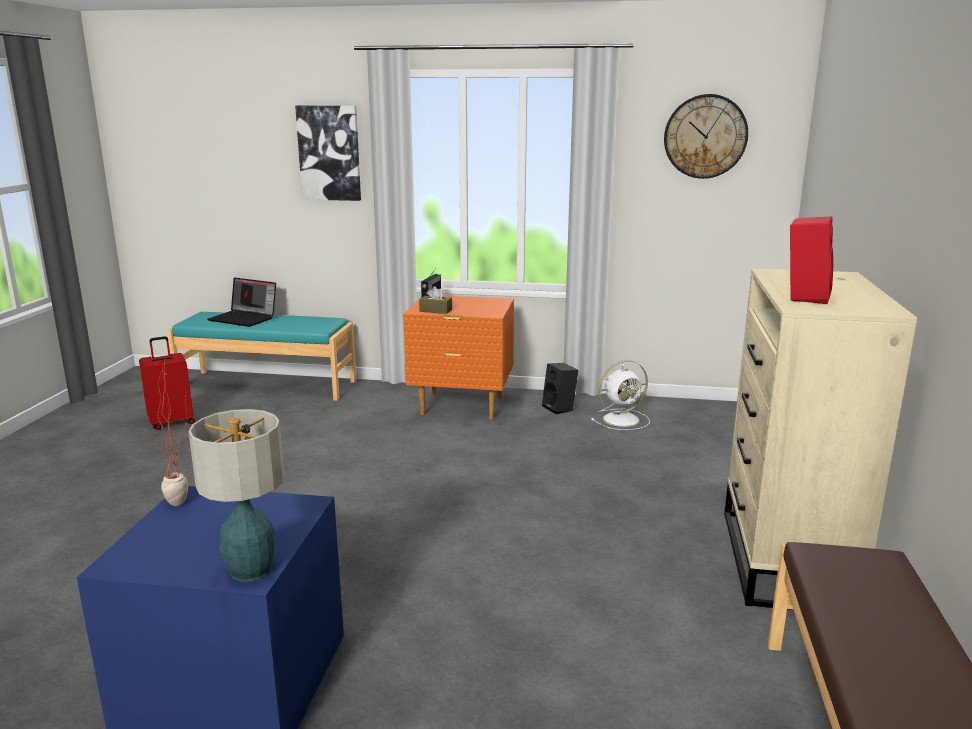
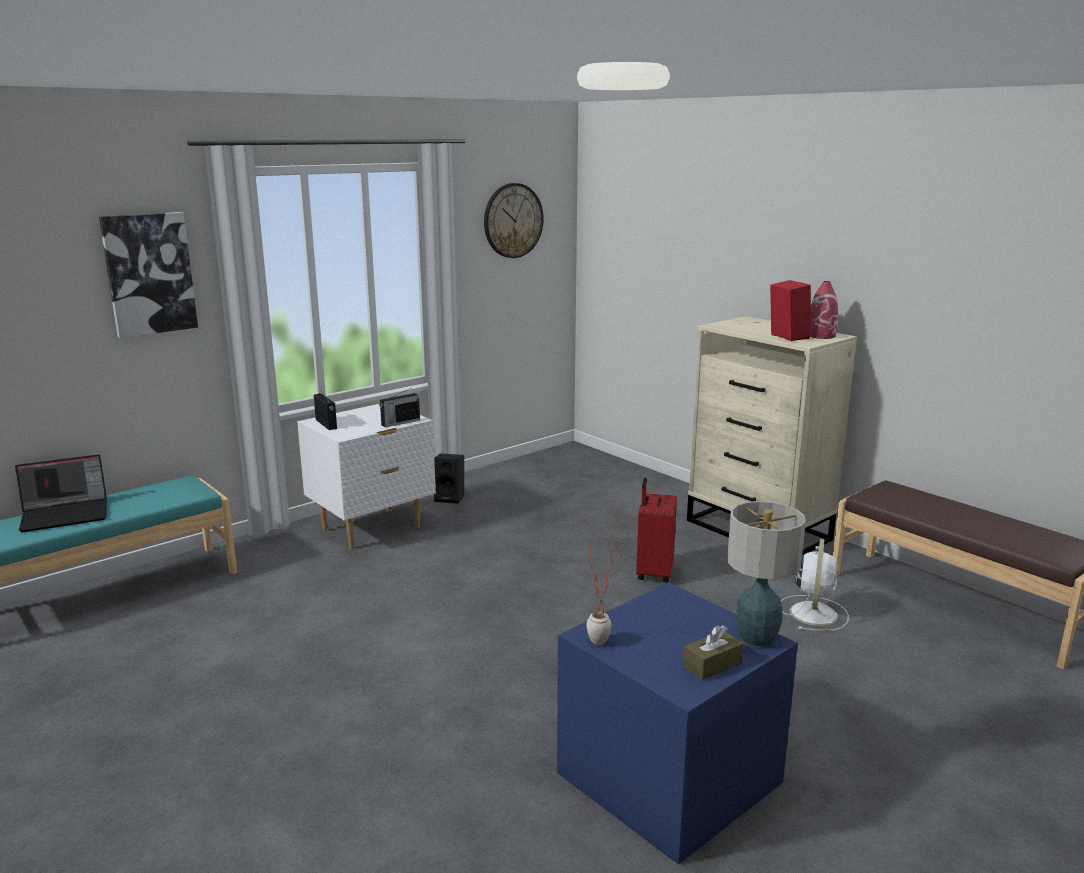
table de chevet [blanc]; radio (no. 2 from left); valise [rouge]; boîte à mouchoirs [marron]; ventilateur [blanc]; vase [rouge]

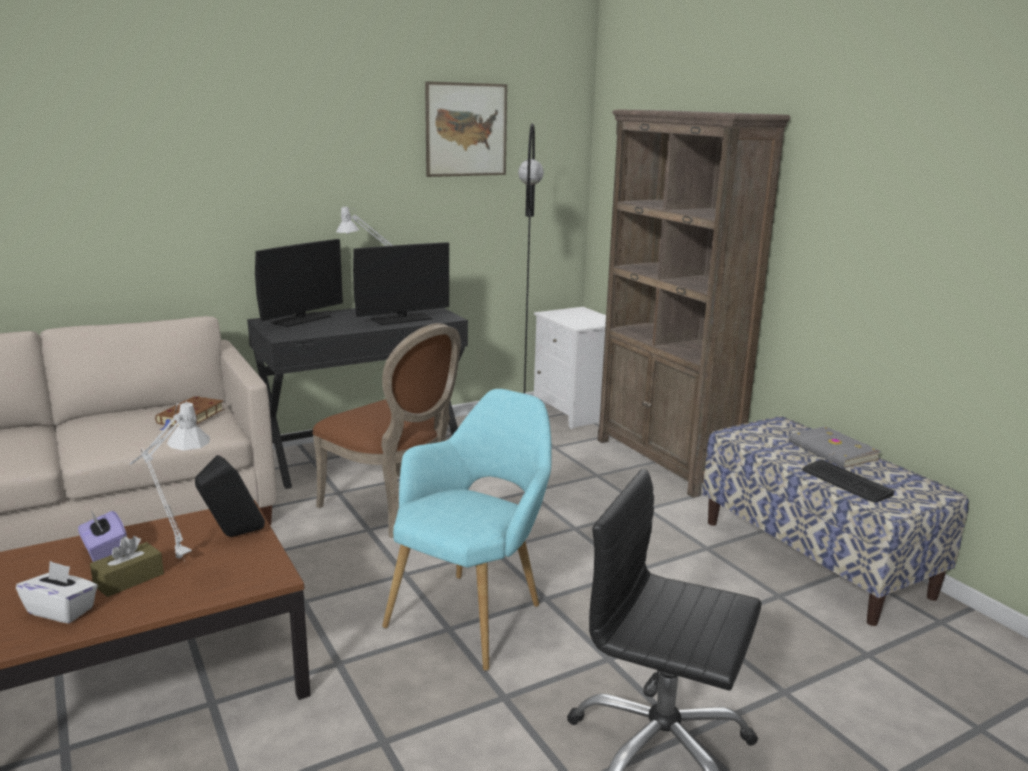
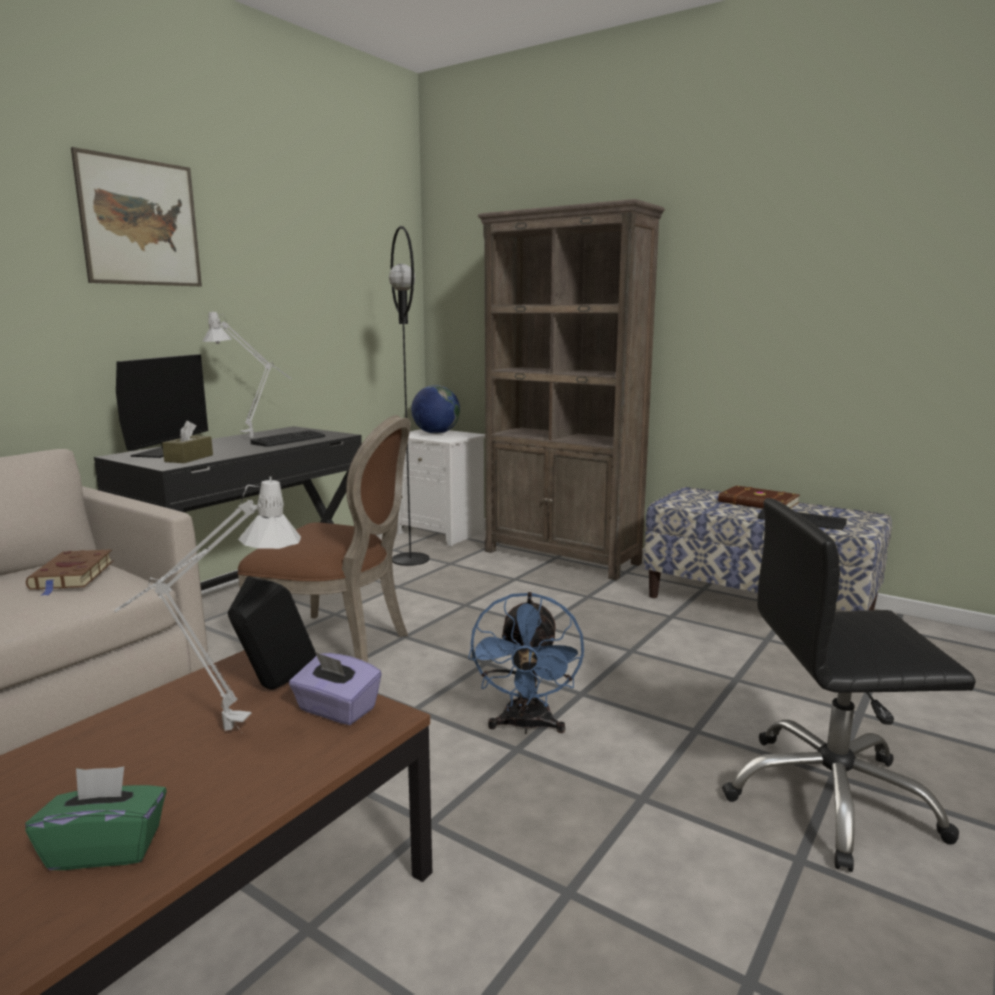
boîte à mouchoirs [vert]; tableau; boîte à mouchoirs [marron]; clavier (no. 1 from left); boîte à mouchoirs [violet]; globe; ventilateur [bleu]; livre [marron] (no. 2 from left)

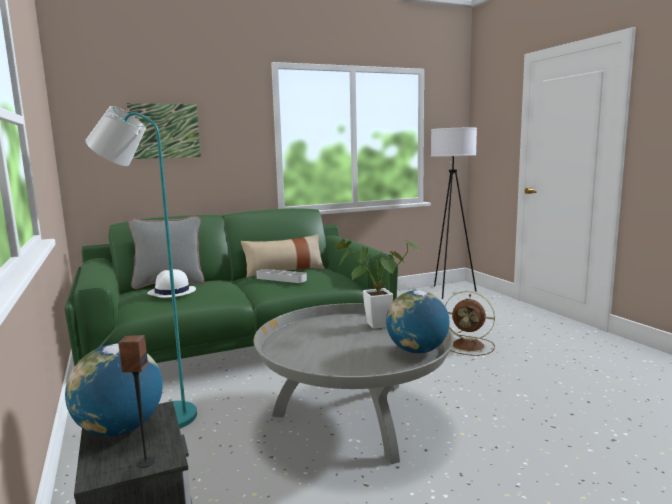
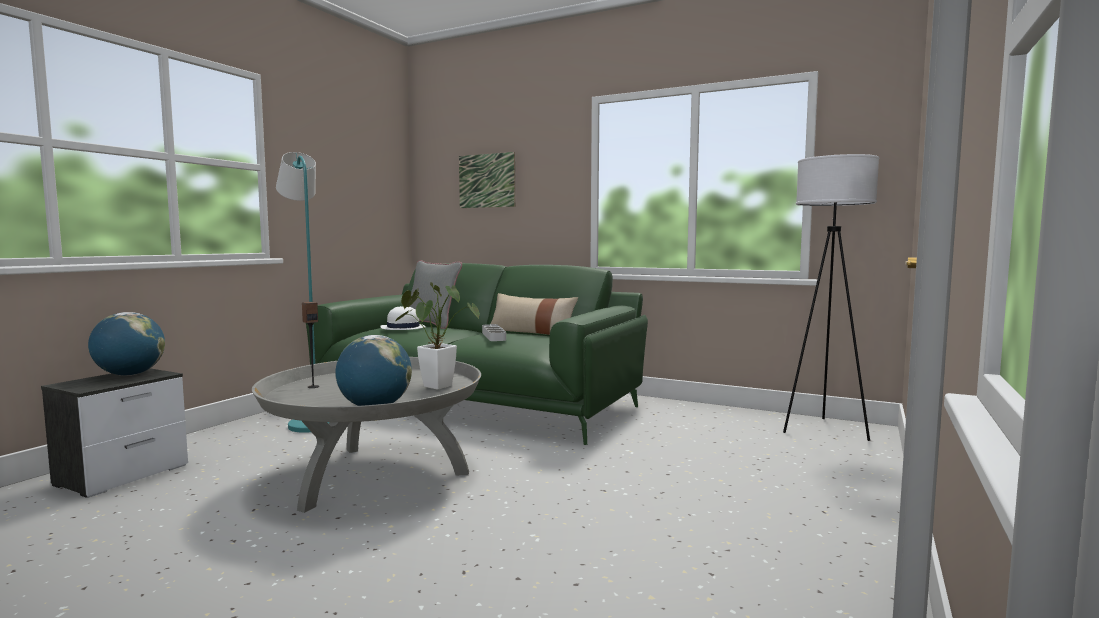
enceinte; ventilateur [marron]

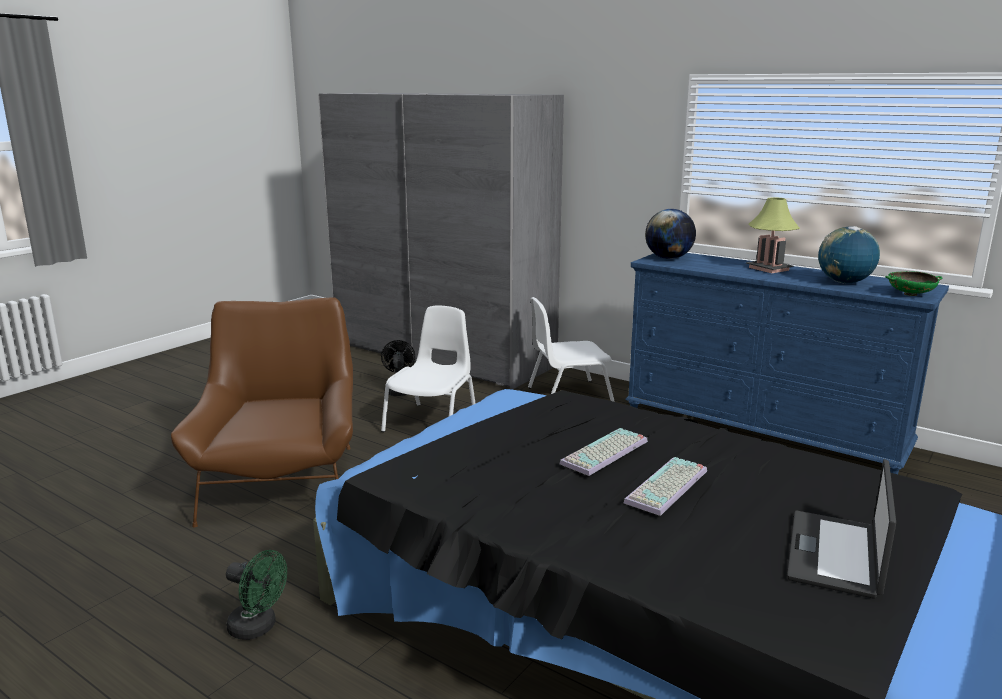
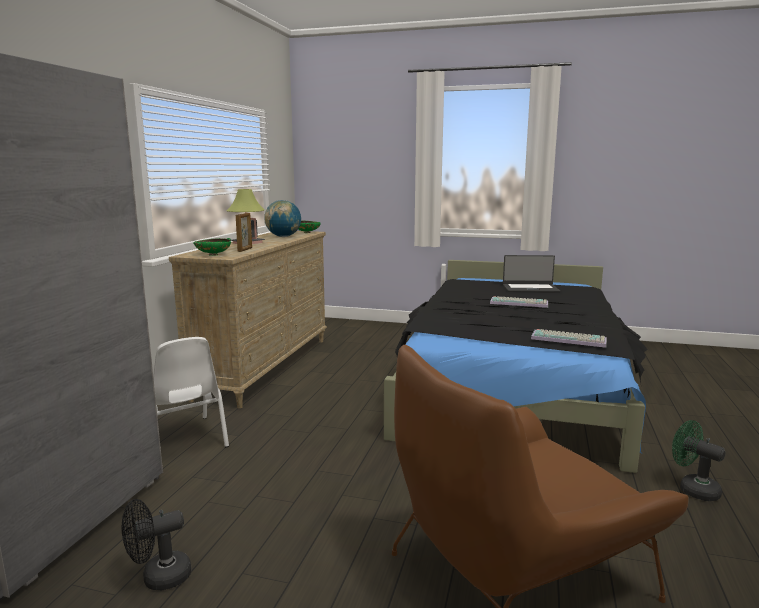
commode [beige]; bol [vert] (no. 1 from left); cadre photo; clavier (no. 2 from left); ventilateur [vert]; chaise [blanc] (no. 1 from left in the first image)

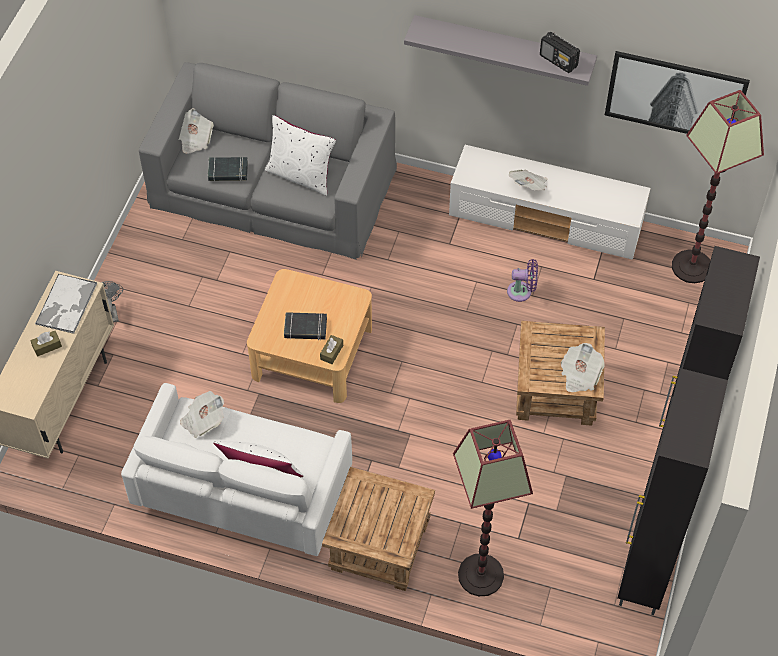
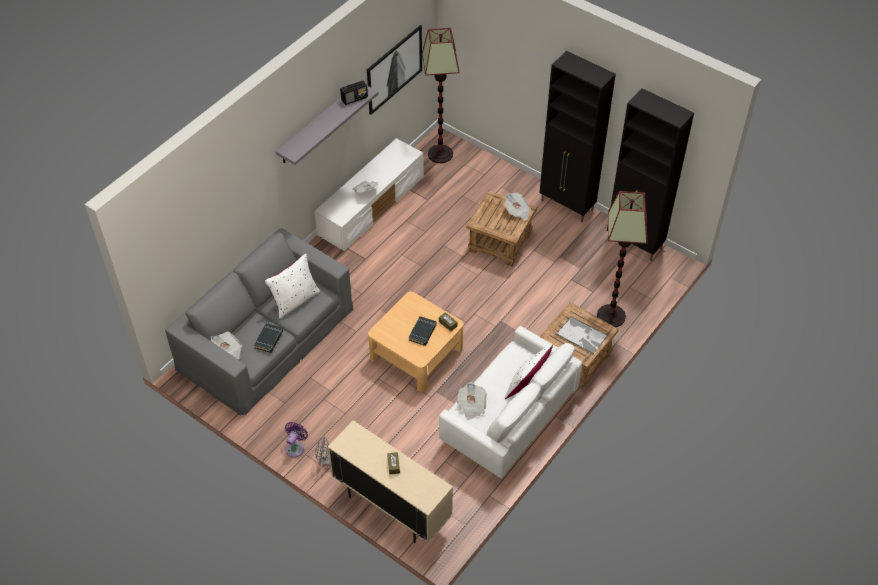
ventilateur [violet]; plateau

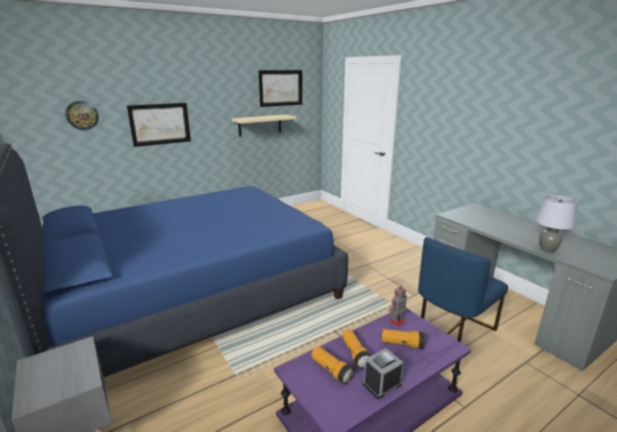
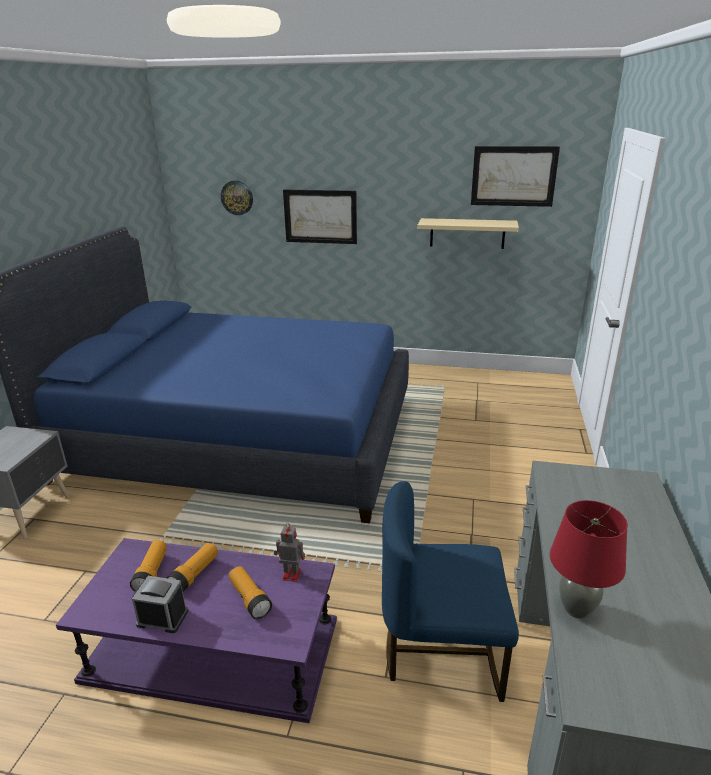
lampe de table [rouge]

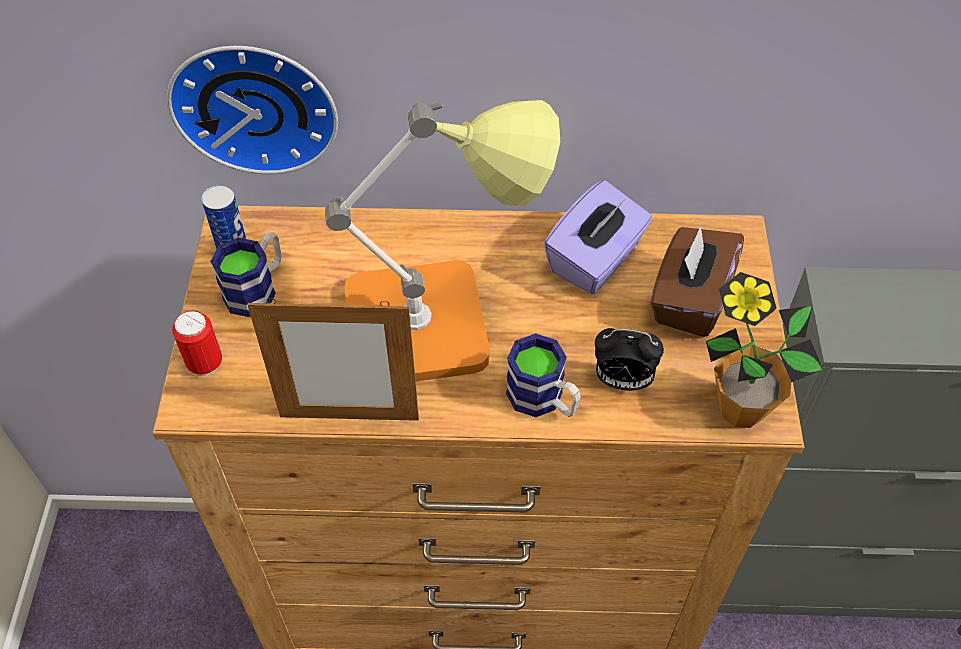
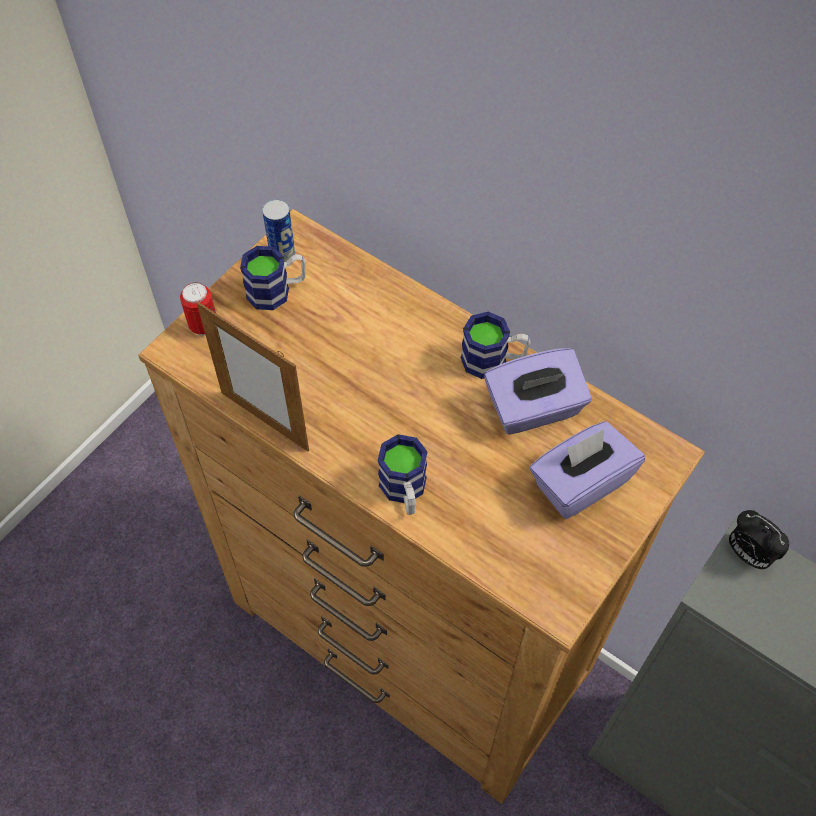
mug (no. 3 from left); boîte à mouchoirs [violet] (no. 2 from left); réveil; horloge murale; lampe de table; plante en pot

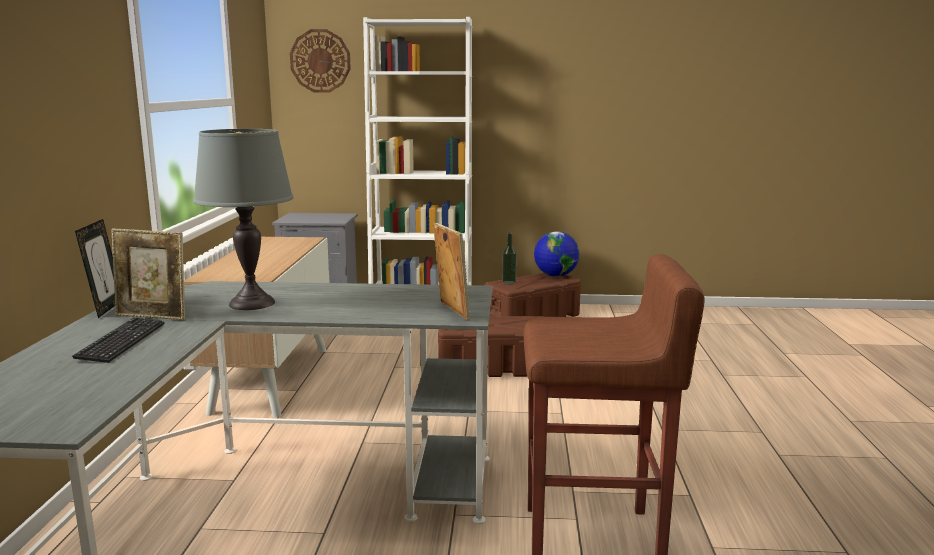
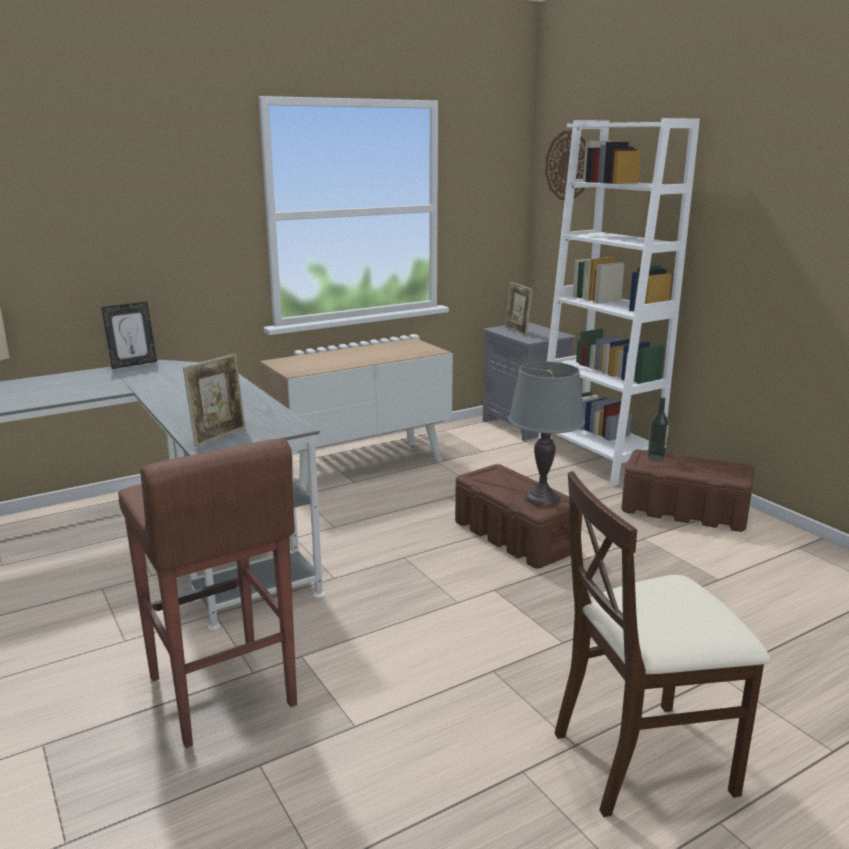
cadre photo (no. 3 from left); lampe de table [gris]; chaise [beige]; clavier; globe

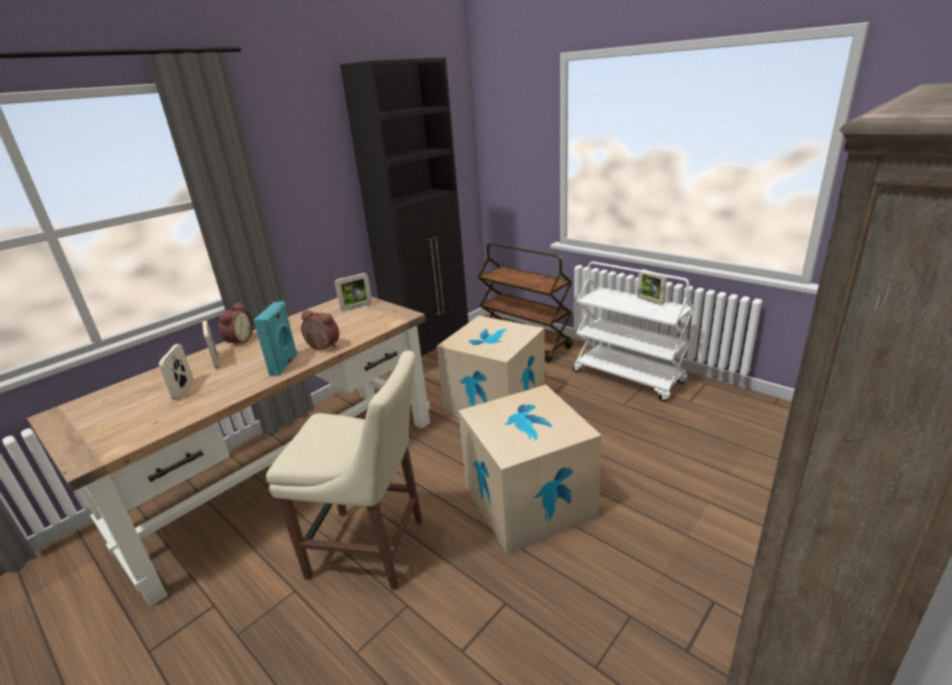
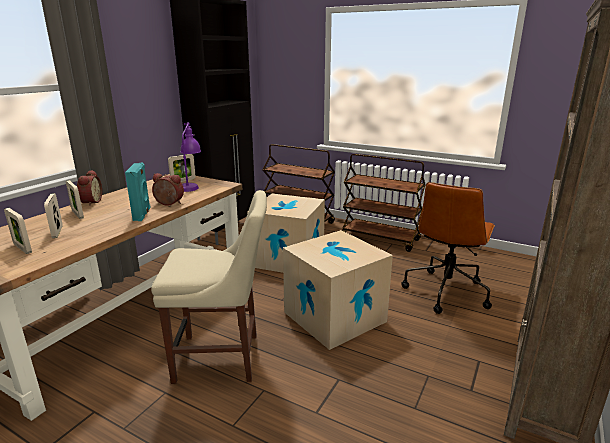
cadre photo (no. 1 from left); lampe de table [violet]; chariot [marron] (no. 2 from left); chaise de bureau [marron]

